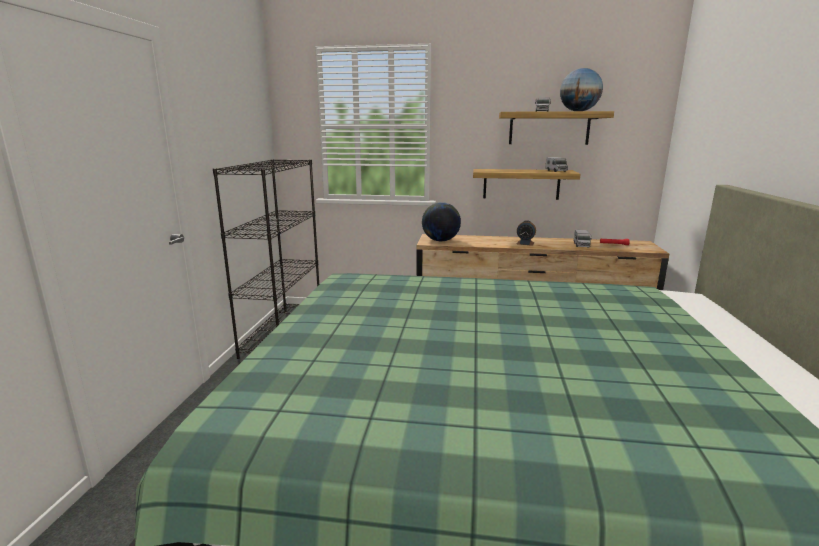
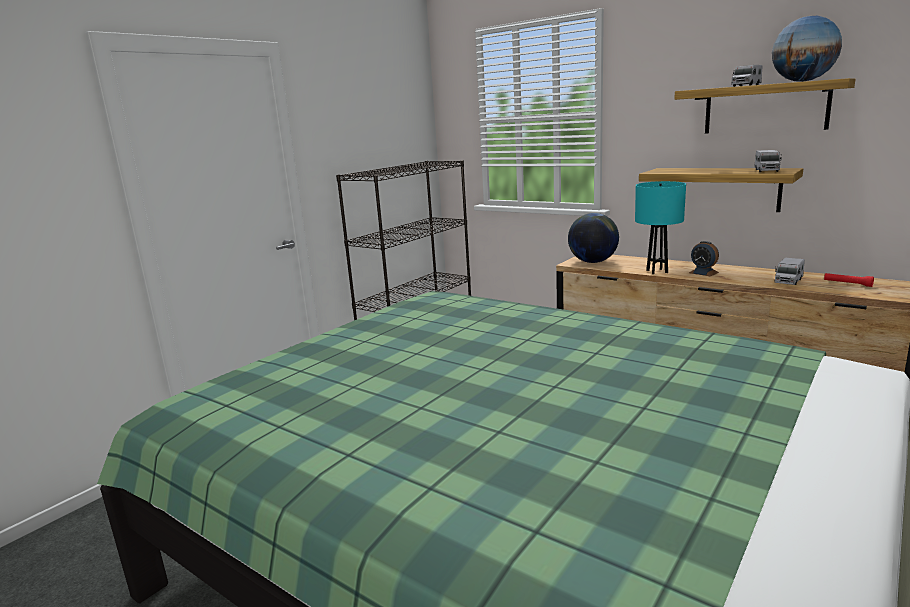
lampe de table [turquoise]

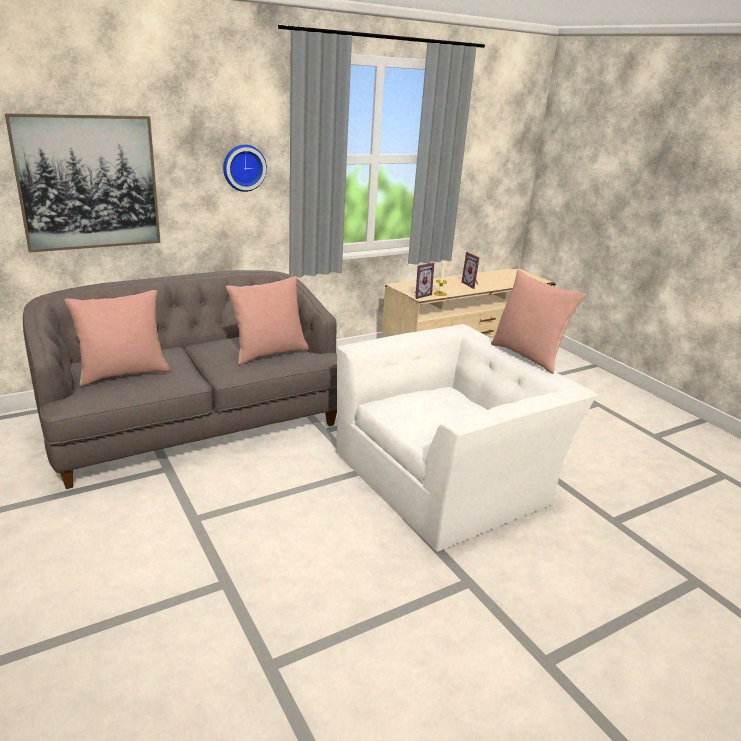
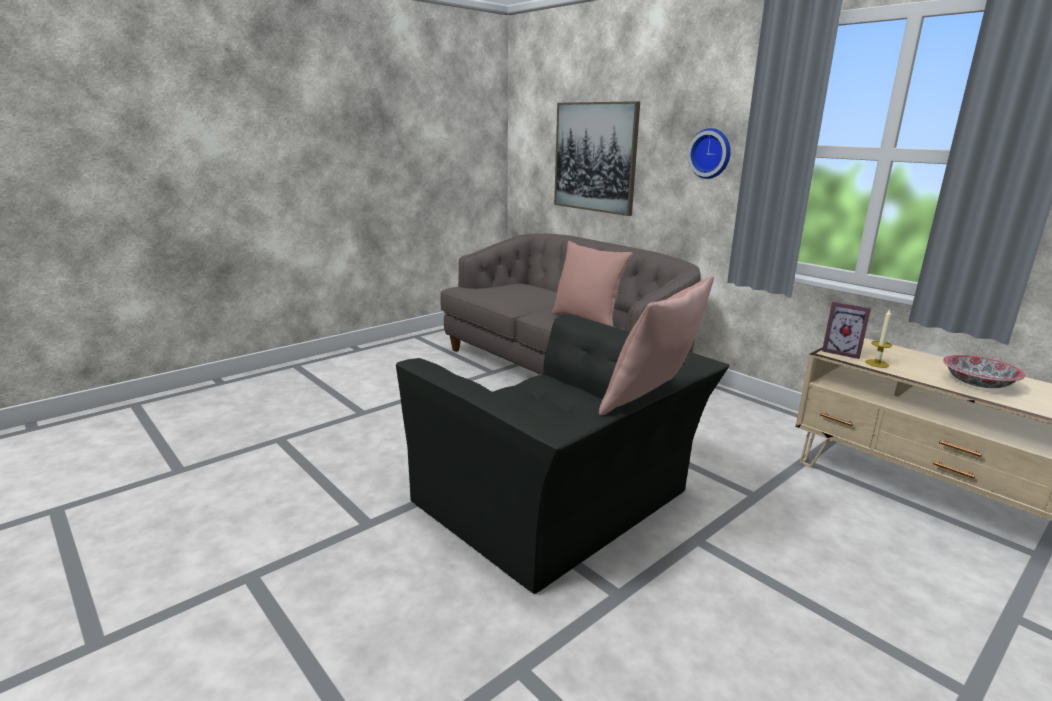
fauteuil [noir]; bol; coussin [rose] (no. 1 from left in the first image)

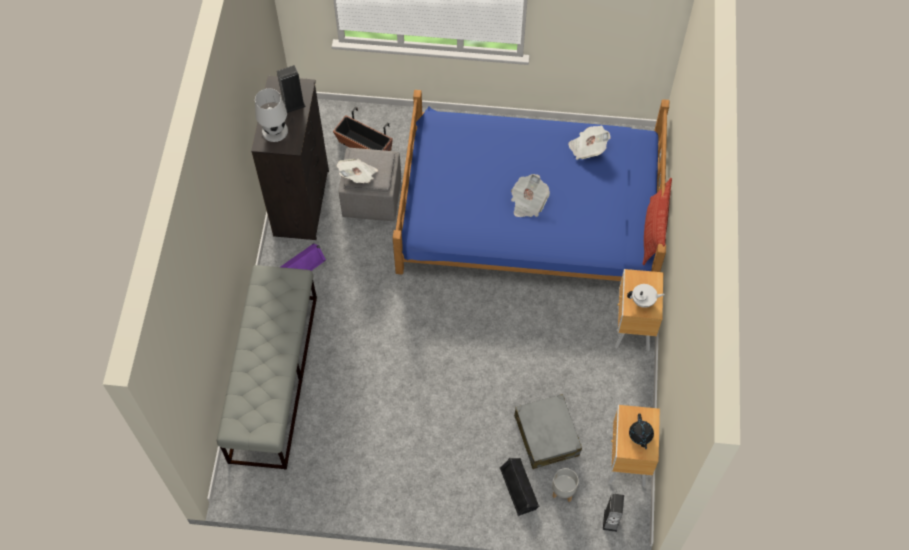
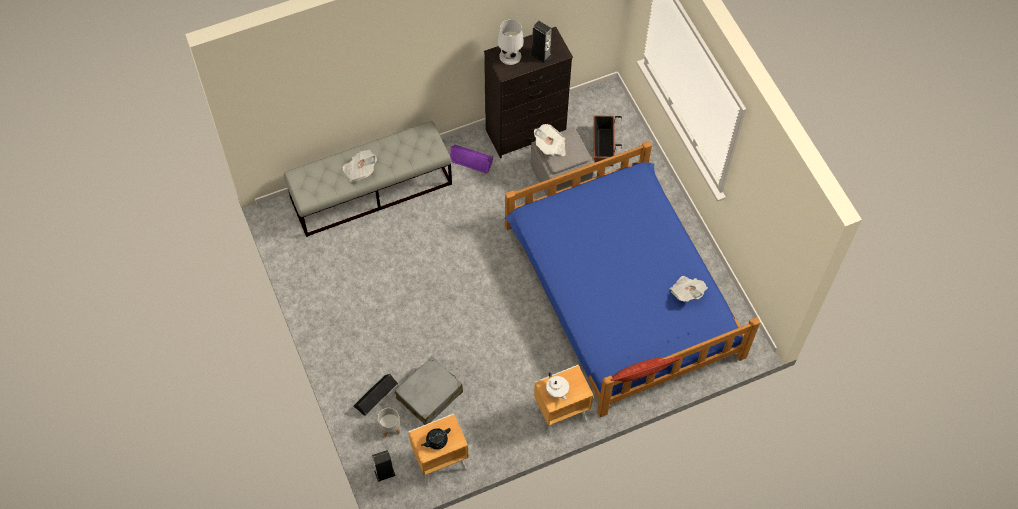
journal (no. 1 from left)

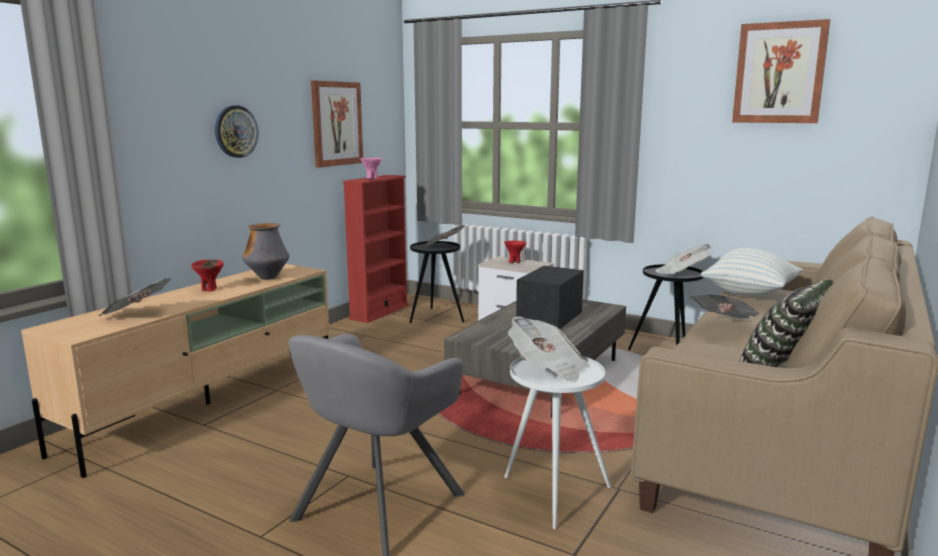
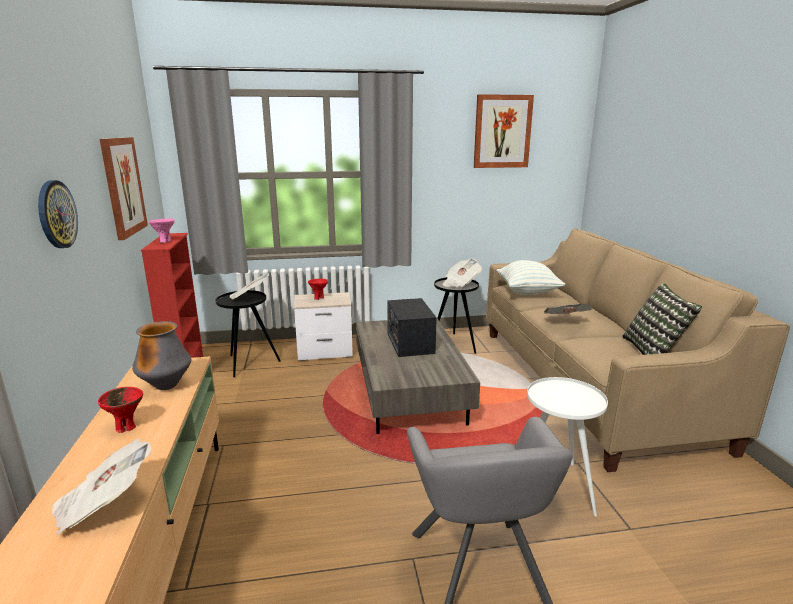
journal (no. 3 from left in the first image)

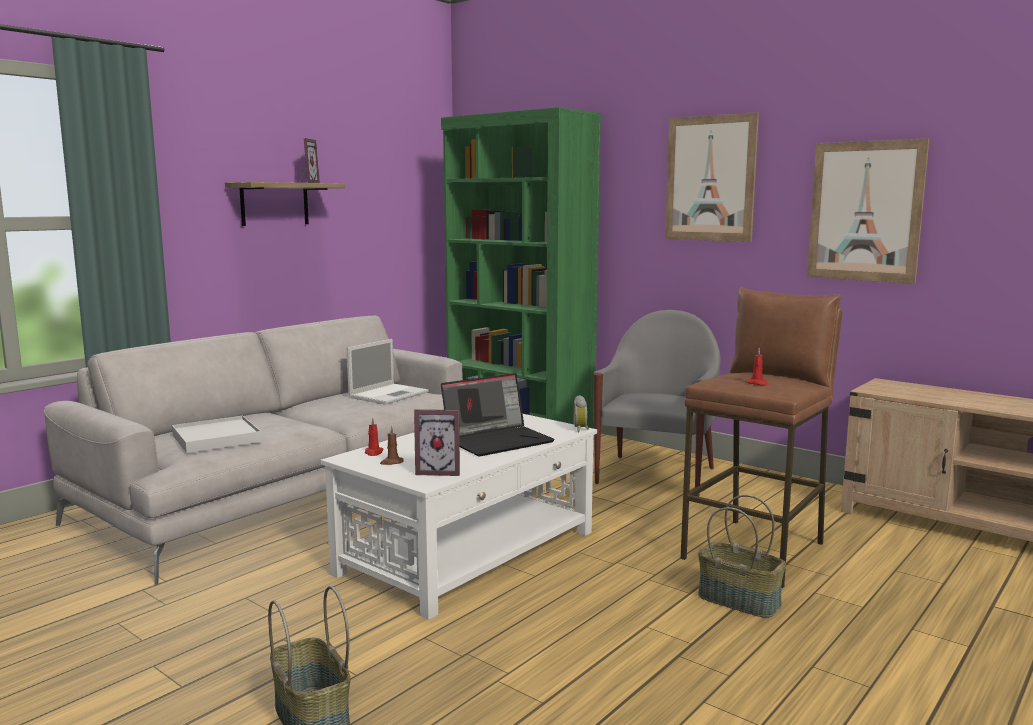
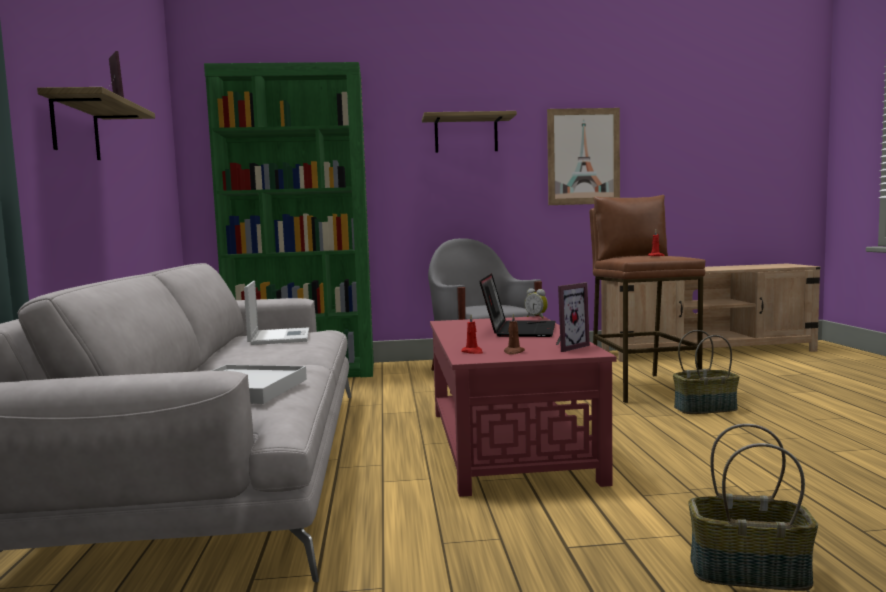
étagère (no. 2 from left); table basse [rouge]

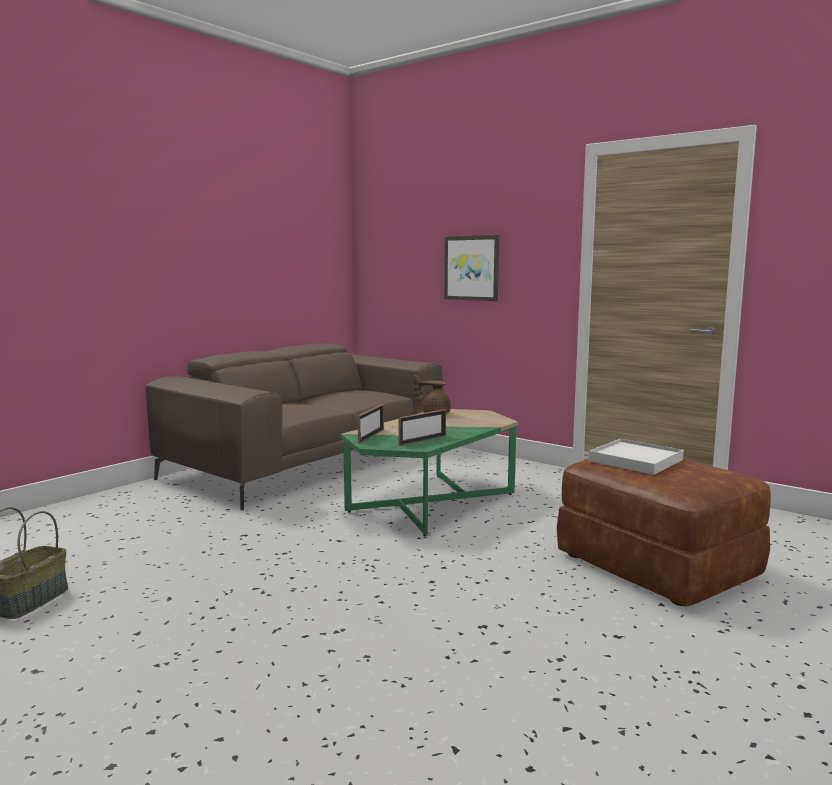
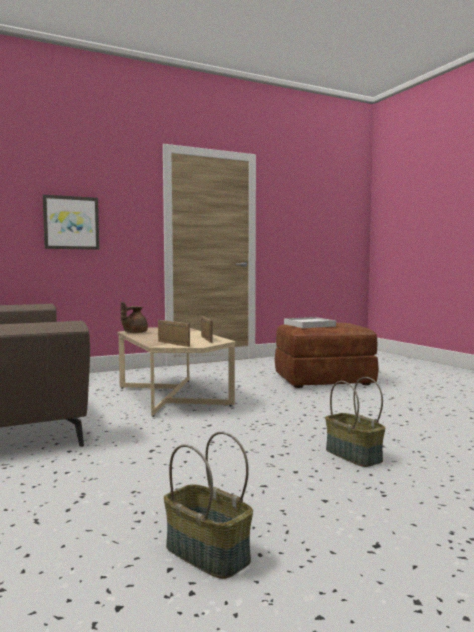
table basse [beige]; panier (no. 2 from left)

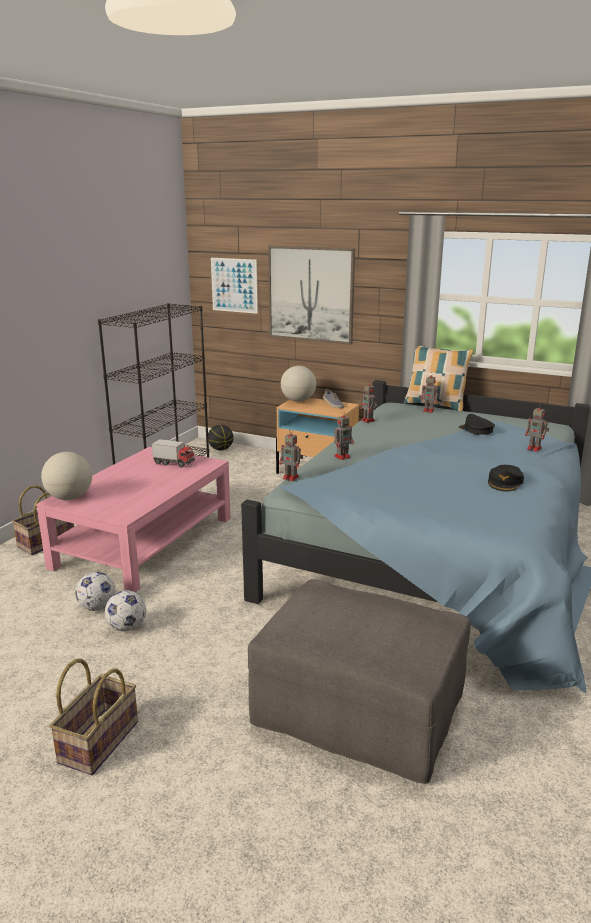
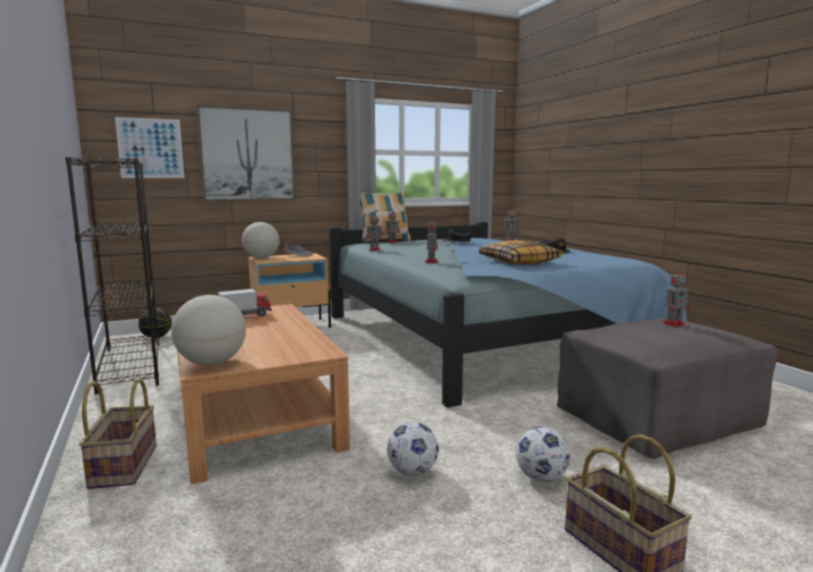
table basse [marron]; coussin (no. 2 from left); ballon de foot (no. 2 from left); robot jouet (no. 5 from left)

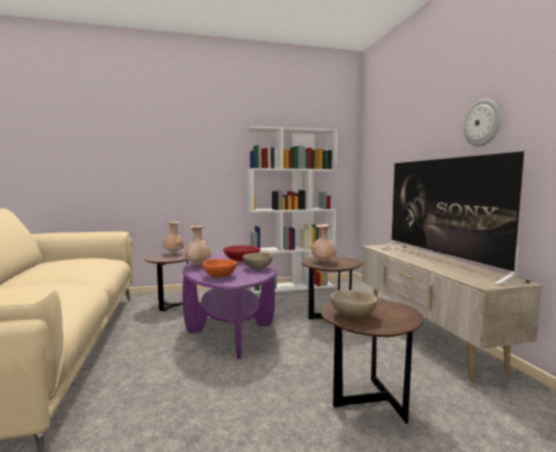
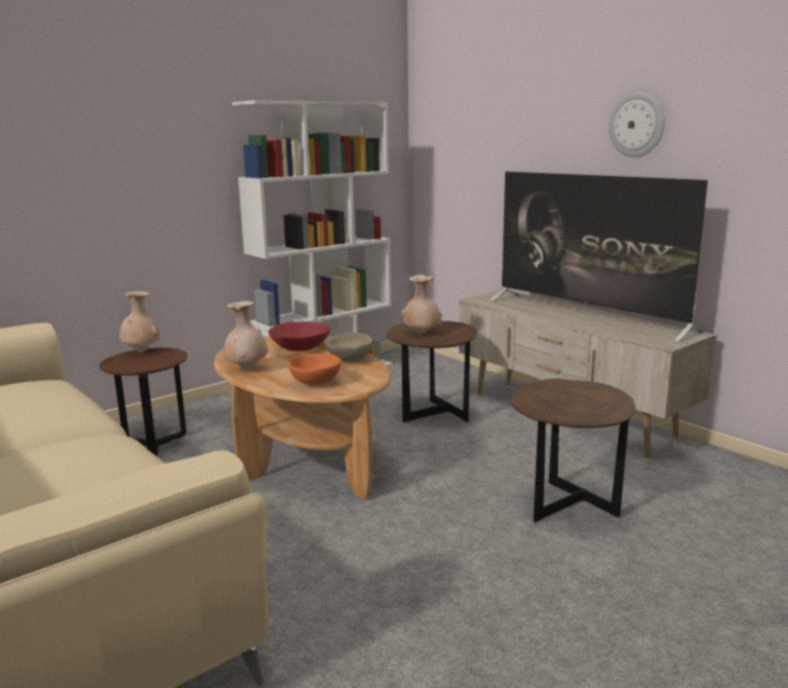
table basse [marron]; bol [beige] (no. 2 from left in the first image)

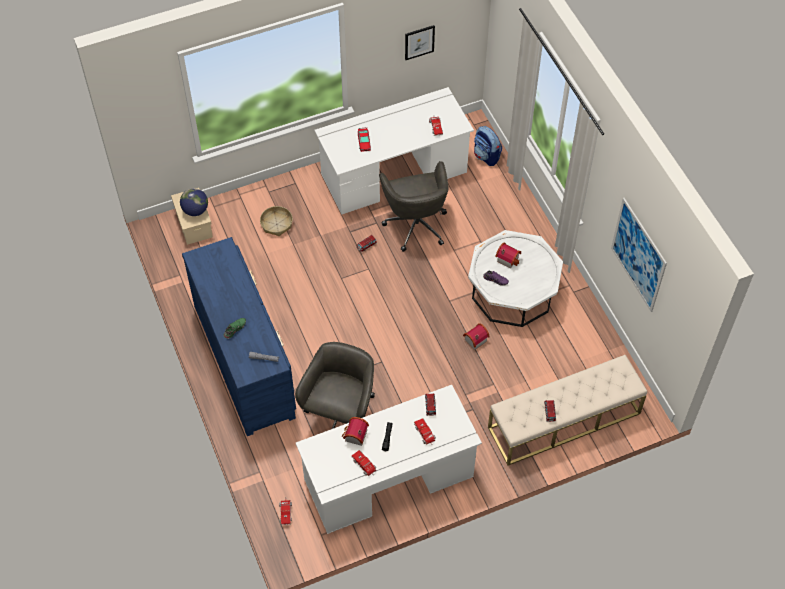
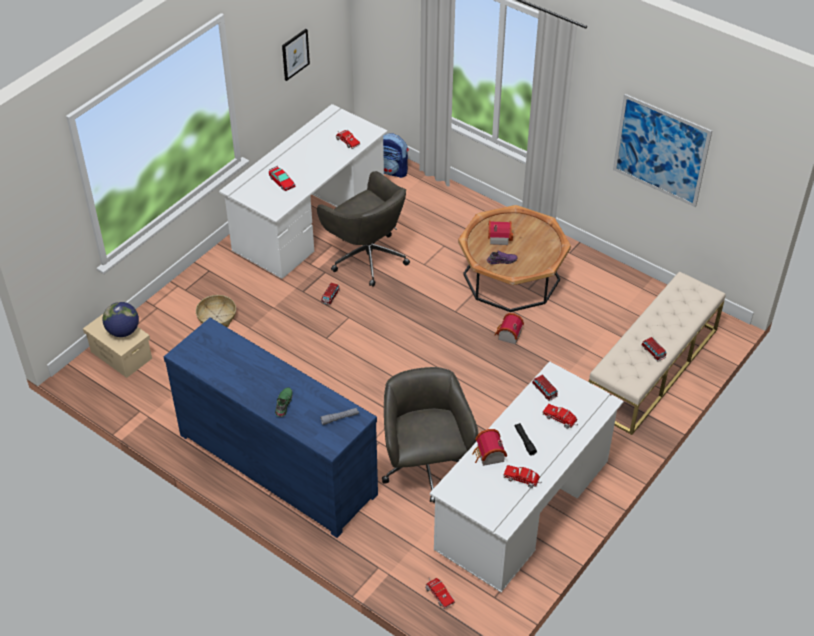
table basse [marron]

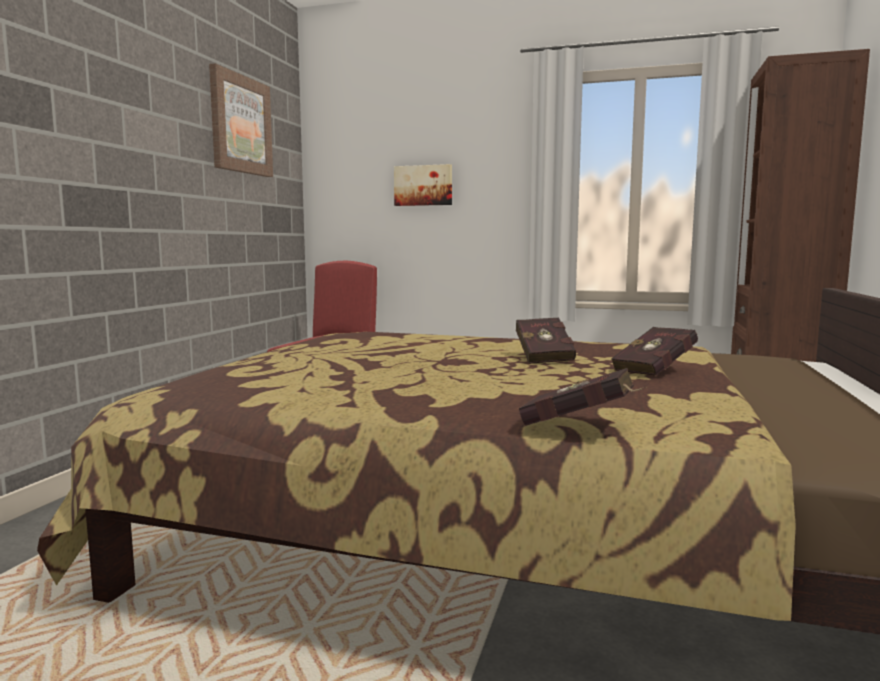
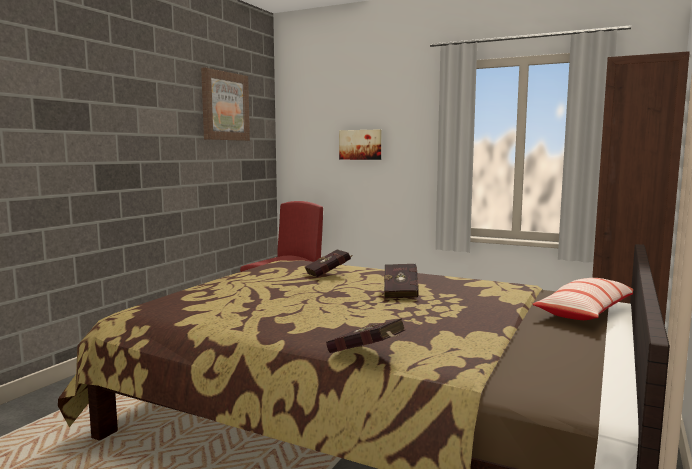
livre [rouge] (no. 1 from left); coussin

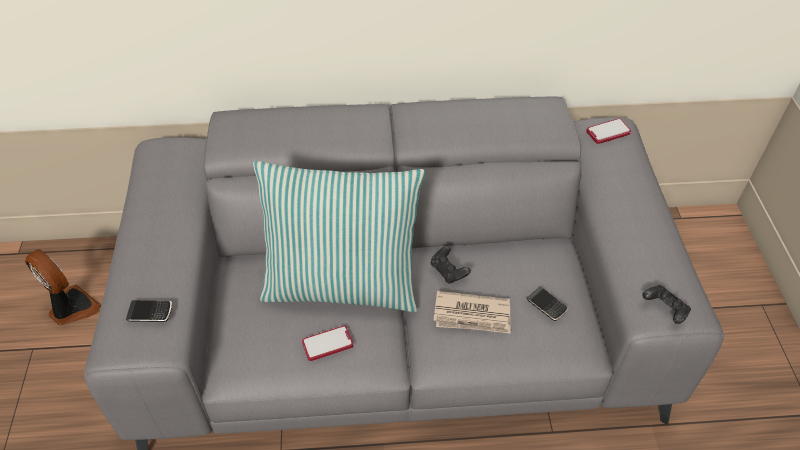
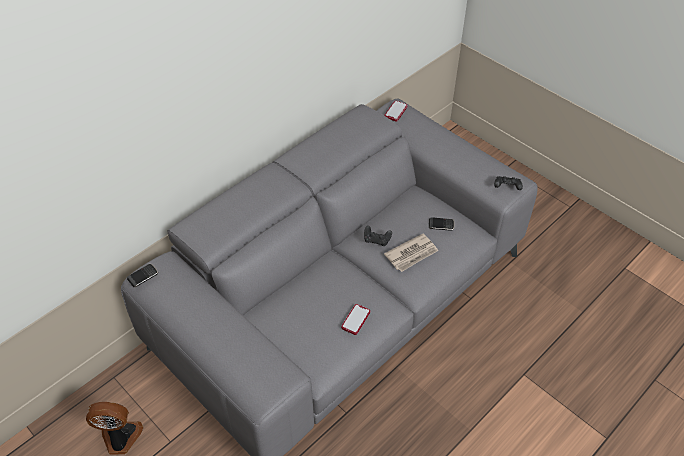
téléphone (no. 1 from left); coussin

